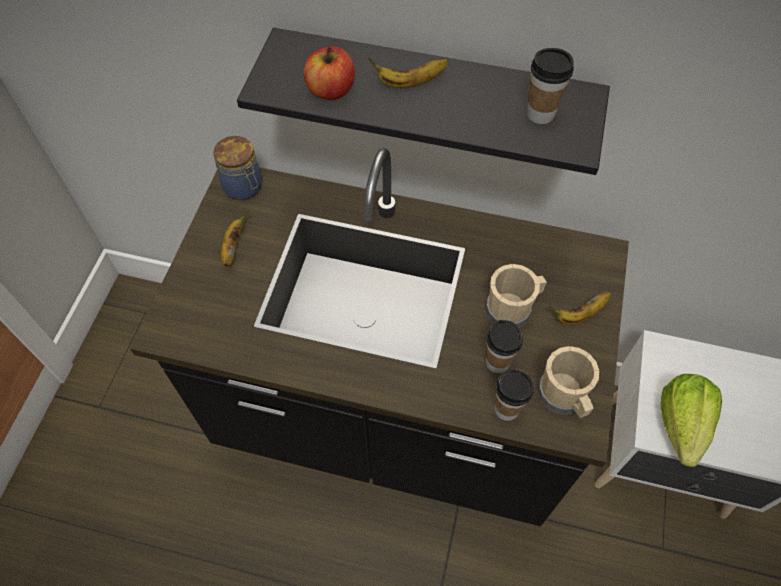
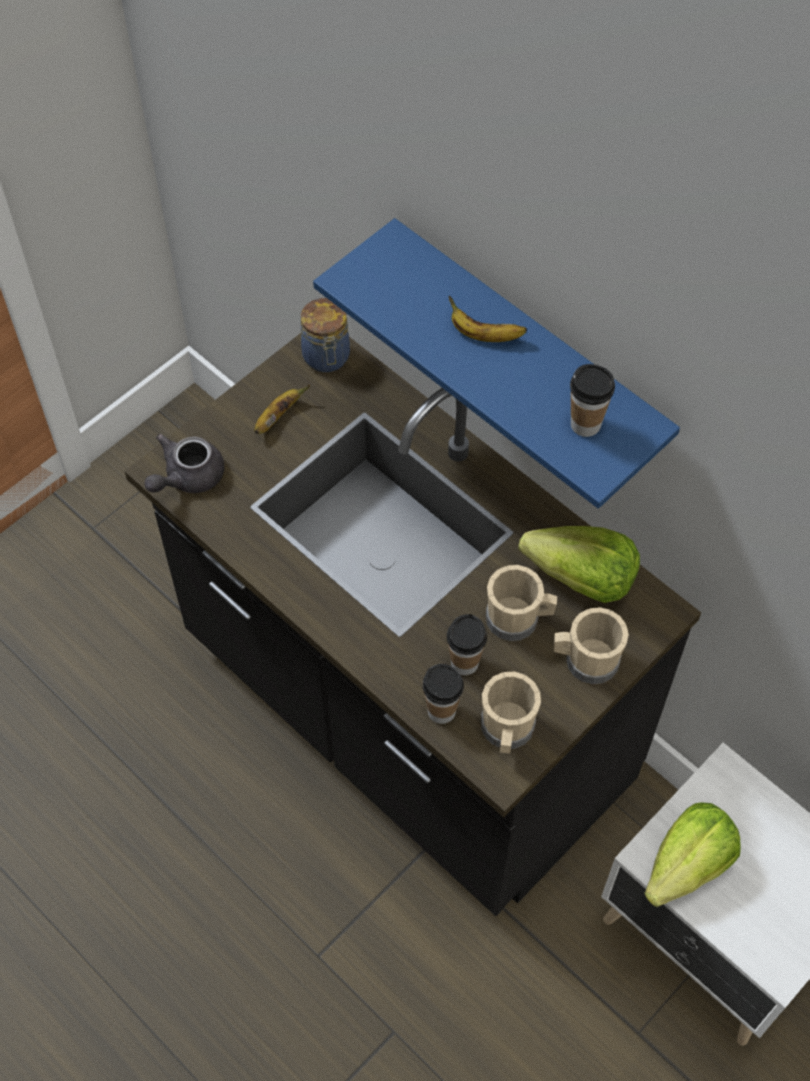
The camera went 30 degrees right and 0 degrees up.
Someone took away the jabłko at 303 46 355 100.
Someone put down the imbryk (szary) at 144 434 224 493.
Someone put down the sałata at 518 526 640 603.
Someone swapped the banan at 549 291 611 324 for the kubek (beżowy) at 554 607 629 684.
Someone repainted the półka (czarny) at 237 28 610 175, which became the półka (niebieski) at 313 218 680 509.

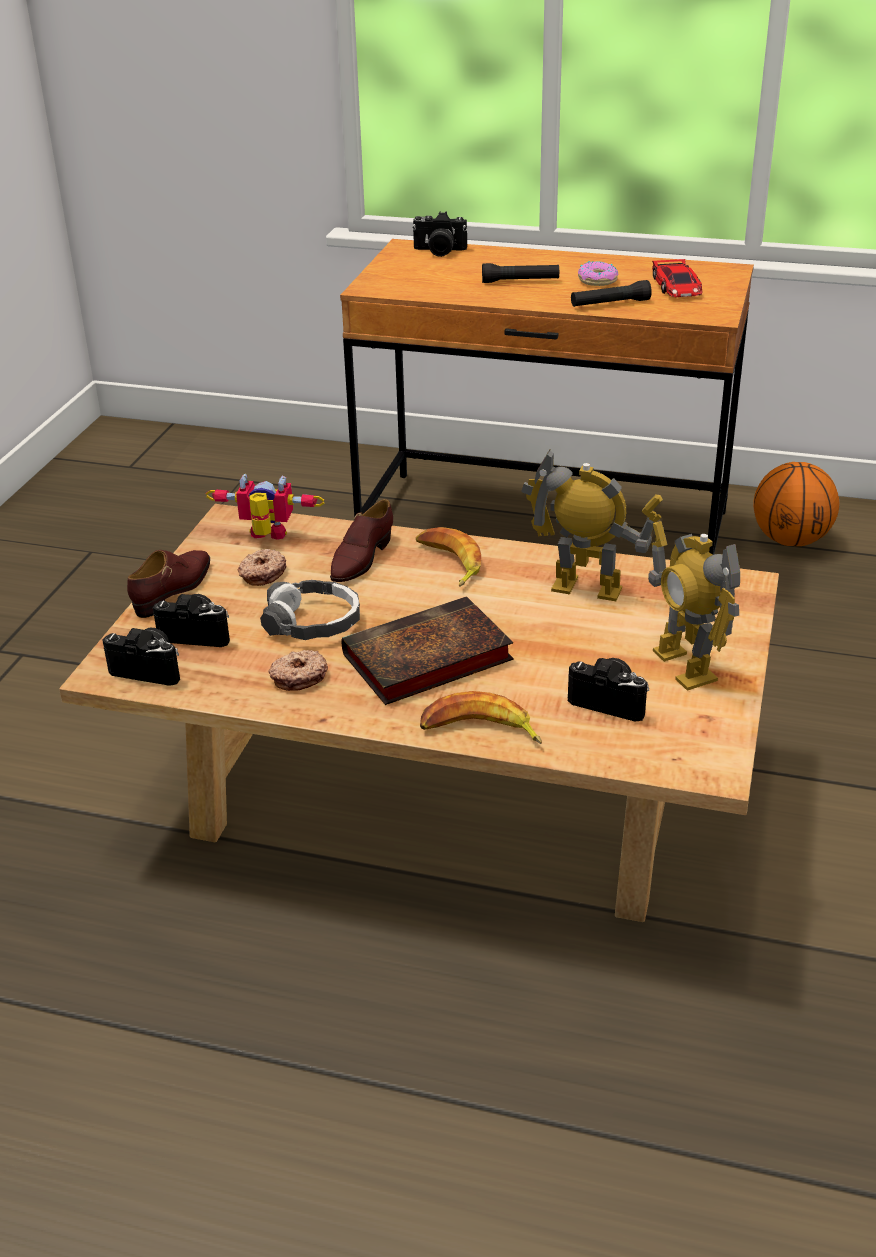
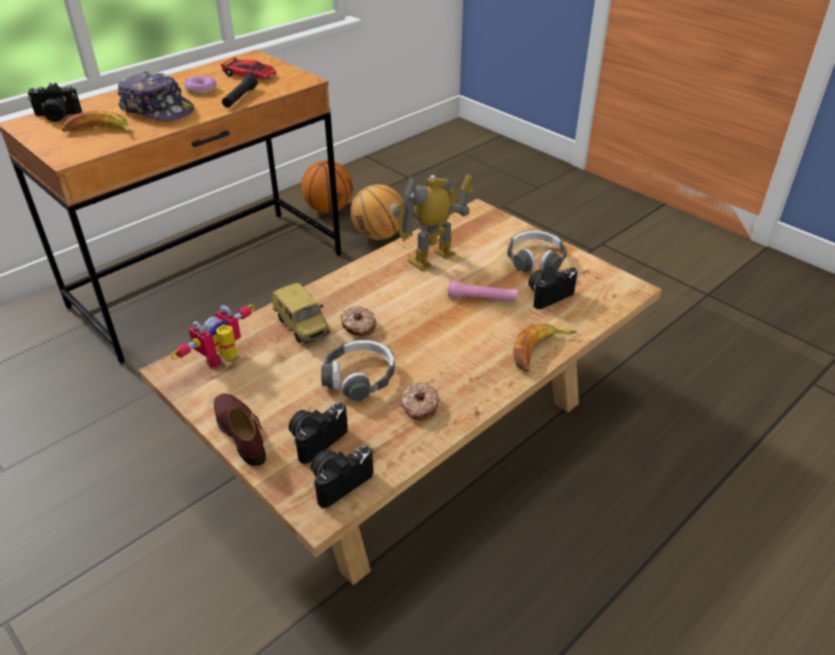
The camera went 60 degrees left and 5 degrees up.
Someone took away the książka at 341 596 513 705.
Someone put down the piłka do koszykówki at 351 184 403 240.
Someone put down the latarka (różowy) at 448 280 517 302.
Someone carried the donut from 237 549 286 586 to 341 306 376 336.
Someone carried the banan from 416 527 481 587 to 62 111 131 133.
Someone swapped the but (brązowy) at 330 499 393 582 for the samochodzik at 272 283 330 344.
Someone swapped the latarka (czarny) at 482 263 559 283 for the czapka z daszkiem at 117 71 194 121.
Someone swapped the robot zabawkowy at 648 521 740 691 for the słuchawki at 507 230 567 272.
Someone rotated the aparat fotograficzny at 412 211 467 257 by 45 degrees clockwise.

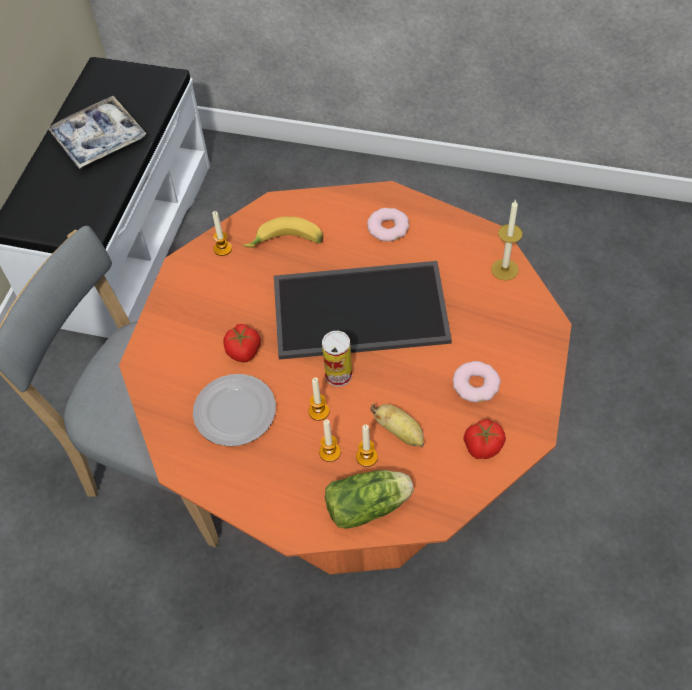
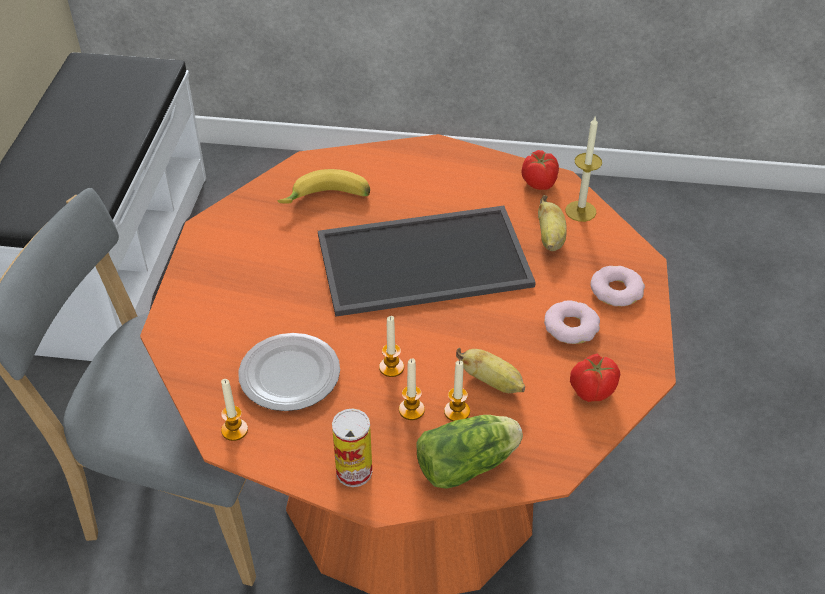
The camera went 10 degrees left and 10 degrees down.
Someone took away the taca at 47 96 146 169.
Someone put down the banan at 538 195 567 251.
Someone carried the świeca from 212 211 232 256 to 221 379 248 441.
Someone carried the pomidor from 223 324 261 362 to 522 150 559 190.
Someone carried the puszka from 322 331 352 387 to 332 408 372 487.
Someone carried the donut from 367 208 409 241 to 590 266 645 306.

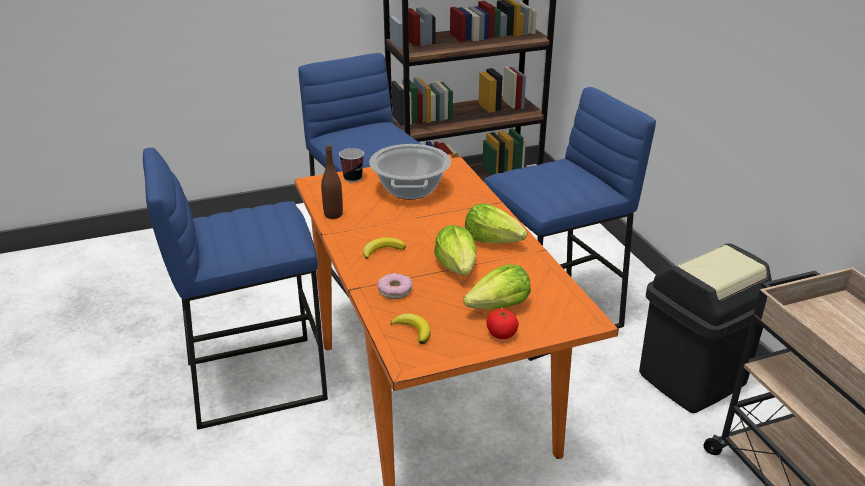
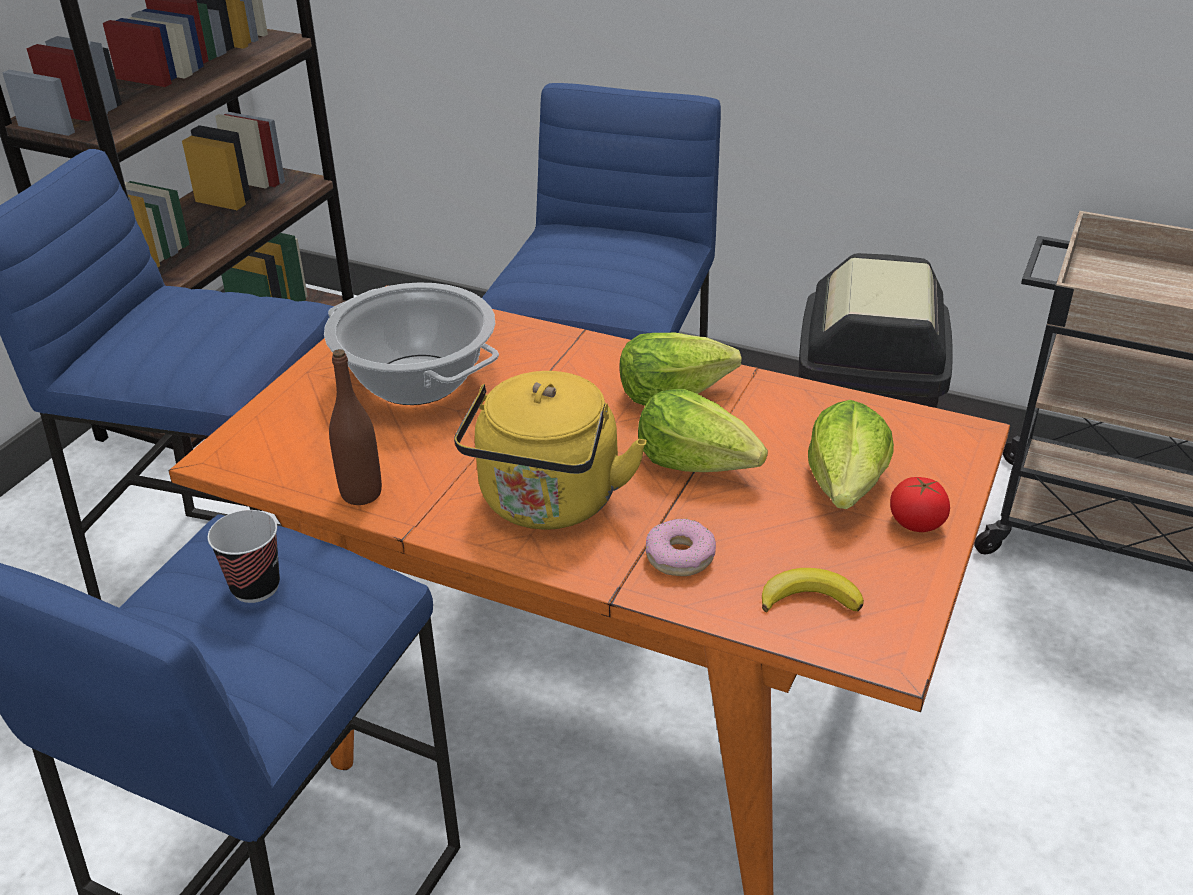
The camera went 45 degrees left and 5 degrees up.
Someone carried the filiżanka from 339 148 364 183 to 208 510 280 603.
Someone swapped the banan at 363 237 406 259 for the czajnik (żółty) at 454 371 647 530.

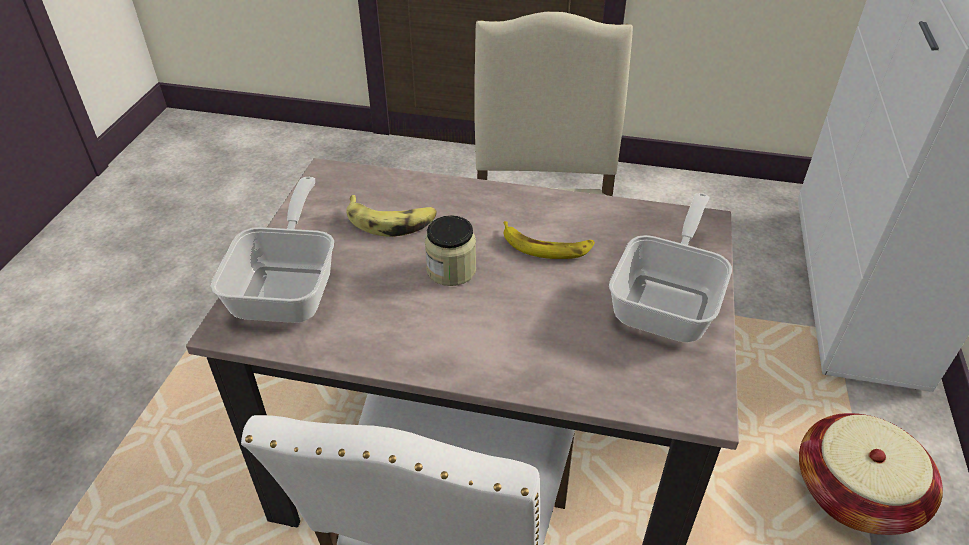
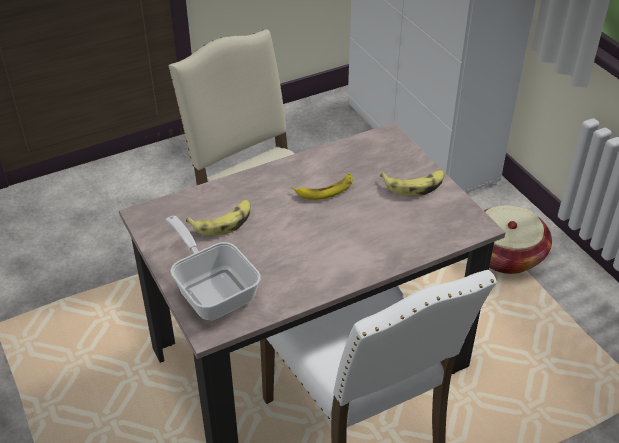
The camera went 40 degrees left and 0 degrees up.
Someone took away the słoik at 425 215 476 286.
Someone swapped the patelnia at 609 193 732 343 for the banan at 380 170 445 196.

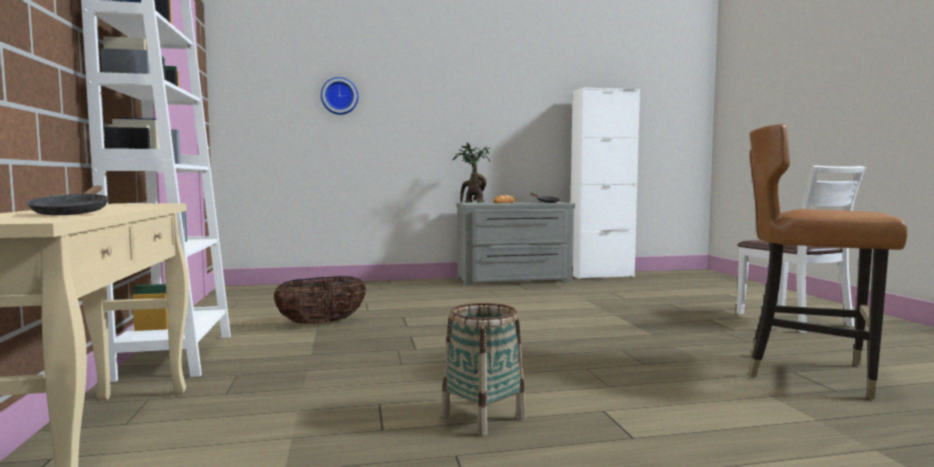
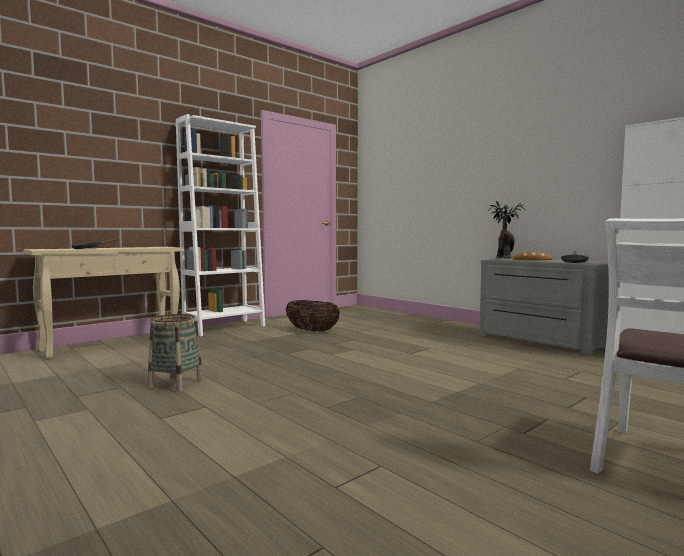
The camera went 60 degrees right and 0 degrees up.
Someone took away the zegar ścienny at 321 77 358 115.
Someone took away the krzesło (brązowy) at 749 124 908 399.

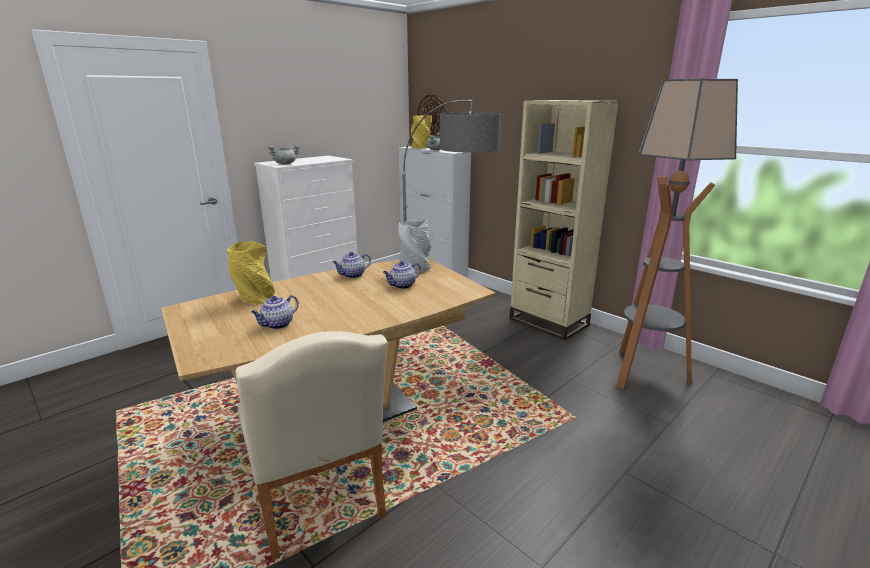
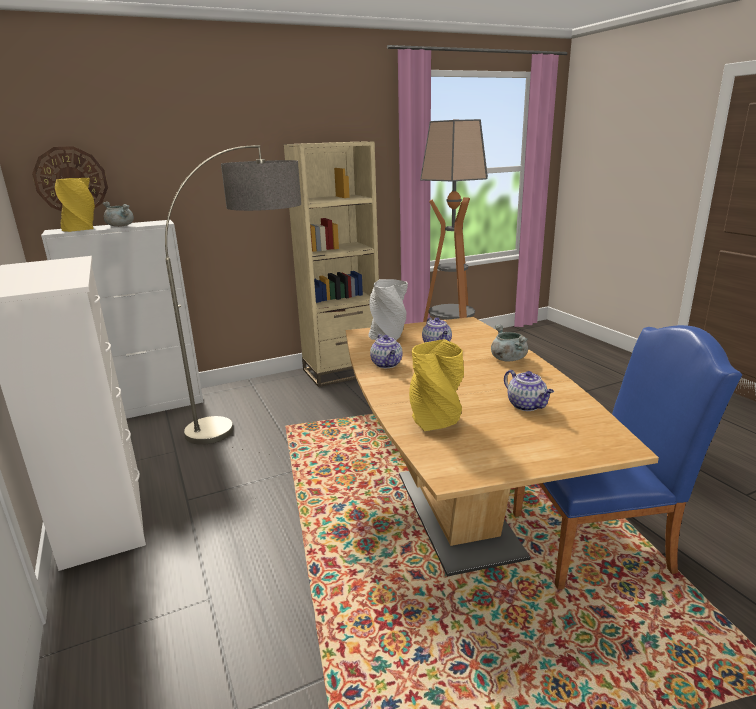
The camera went 70 degrees left and 0 degrees up.
Someone carried the garnek (szary) from 268 145 300 164 to 491 324 528 361.
Someone repainted the krzesło (beżowy) at 236 331 388 561, which became the krzesło (niebieski) at 513 325 742 589.

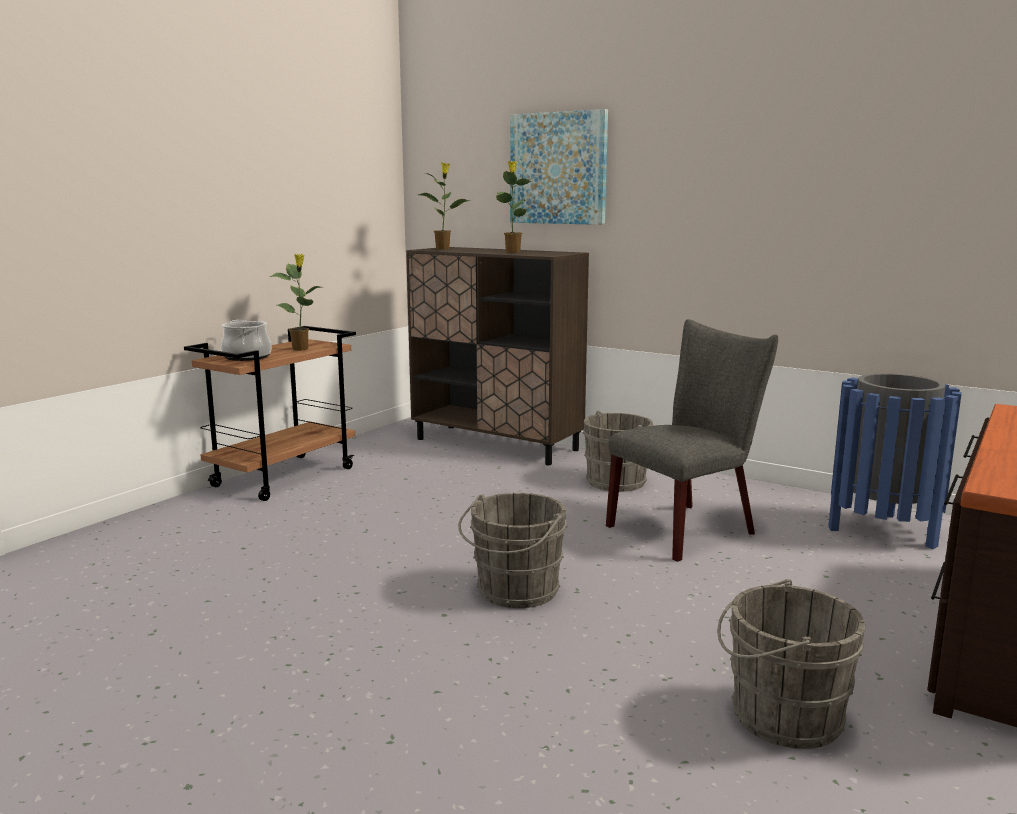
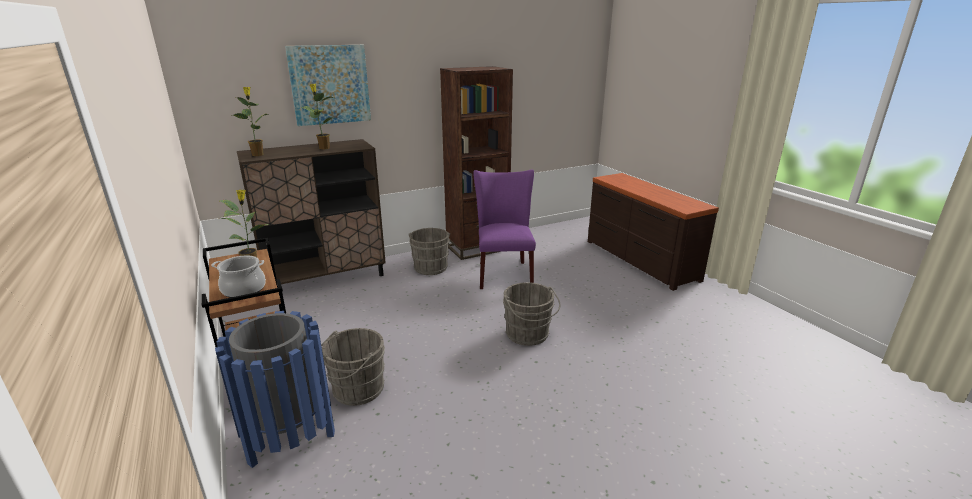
The camera went 60 degrees left and 10 degrees up.
Someone put down the regał (brązowy) at 440 66 513 260.
Someone carried the wiadro (szary) from 717 579 865 749 to 321 328 385 406.
Someone carried the kosz na śmieci (niebieski) from 828 373 962 549 to 215 311 335 468.
Someone repainted the krzesło (szary) at 606 319 778 562, which became the krzesło (fioletowy) at 473 170 536 289.

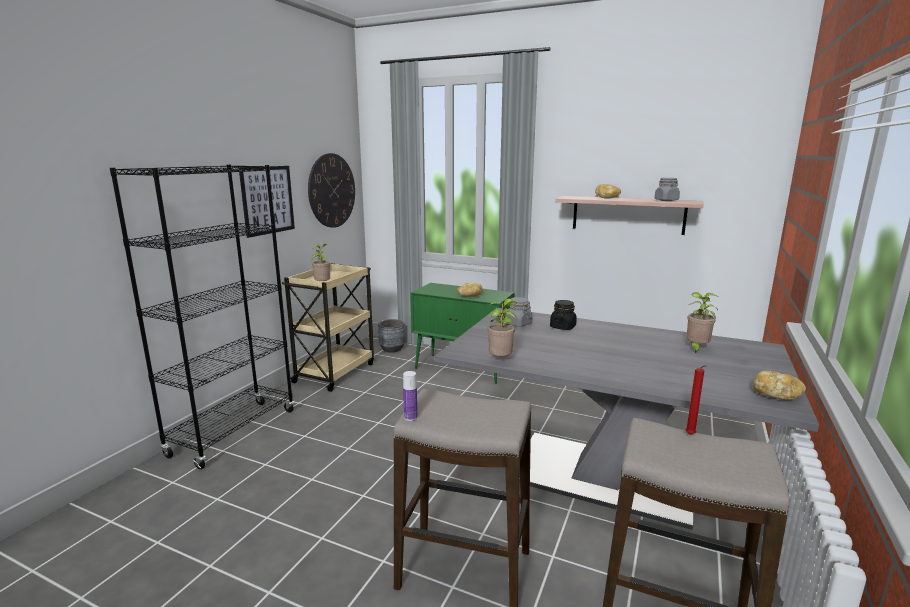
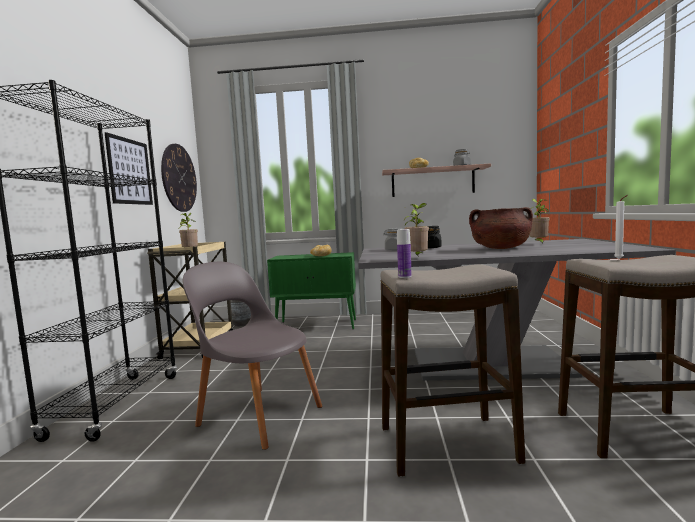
The camera went 20 degrees left and 10 degrees down.
Someone took away the chleb at 753 370 806 400.
Someone put down the krzesło (szary) at 183 262 323 450.
Someone put down the garnek (brązowy) at 469 207 533 249.
Someone repainted the świeca (czerwony) at 686 365 707 435, which became the świeca (biały) at 614 195 627 259.

